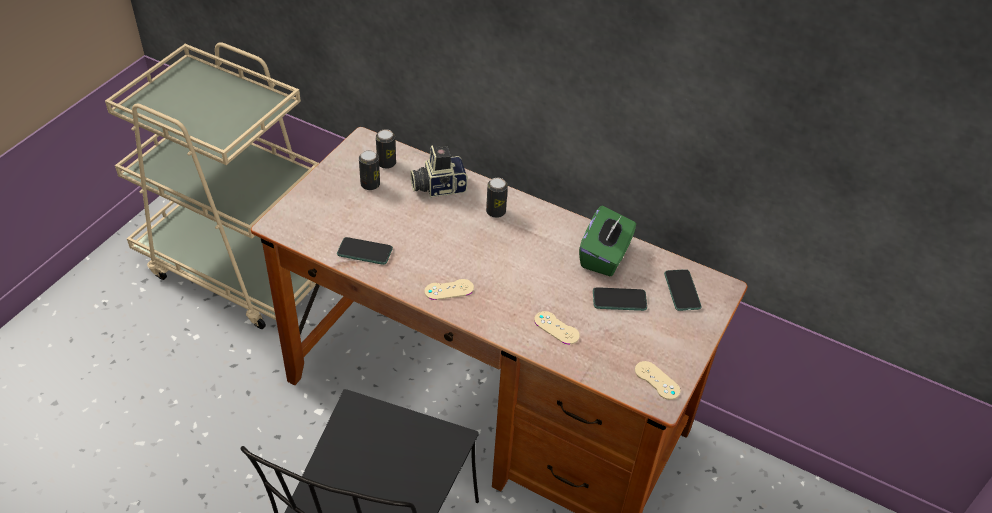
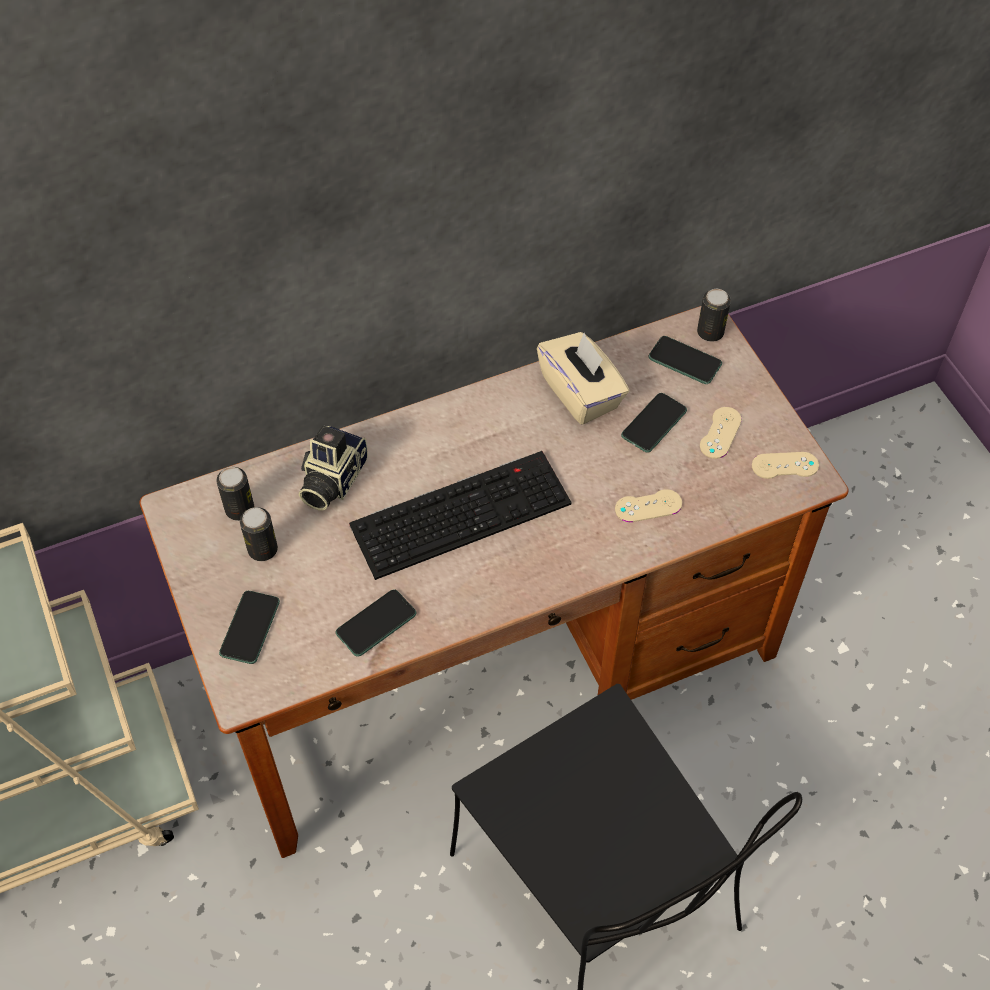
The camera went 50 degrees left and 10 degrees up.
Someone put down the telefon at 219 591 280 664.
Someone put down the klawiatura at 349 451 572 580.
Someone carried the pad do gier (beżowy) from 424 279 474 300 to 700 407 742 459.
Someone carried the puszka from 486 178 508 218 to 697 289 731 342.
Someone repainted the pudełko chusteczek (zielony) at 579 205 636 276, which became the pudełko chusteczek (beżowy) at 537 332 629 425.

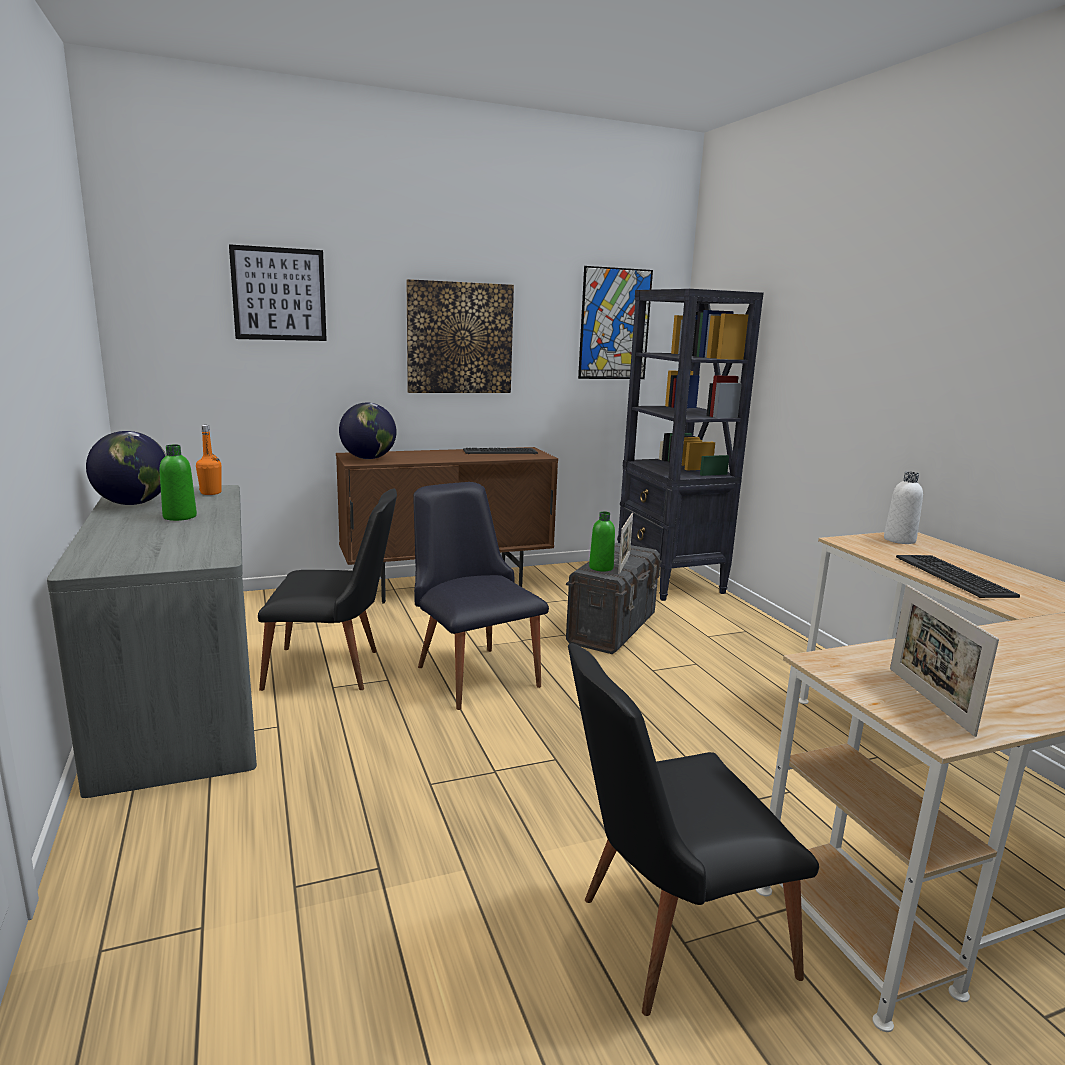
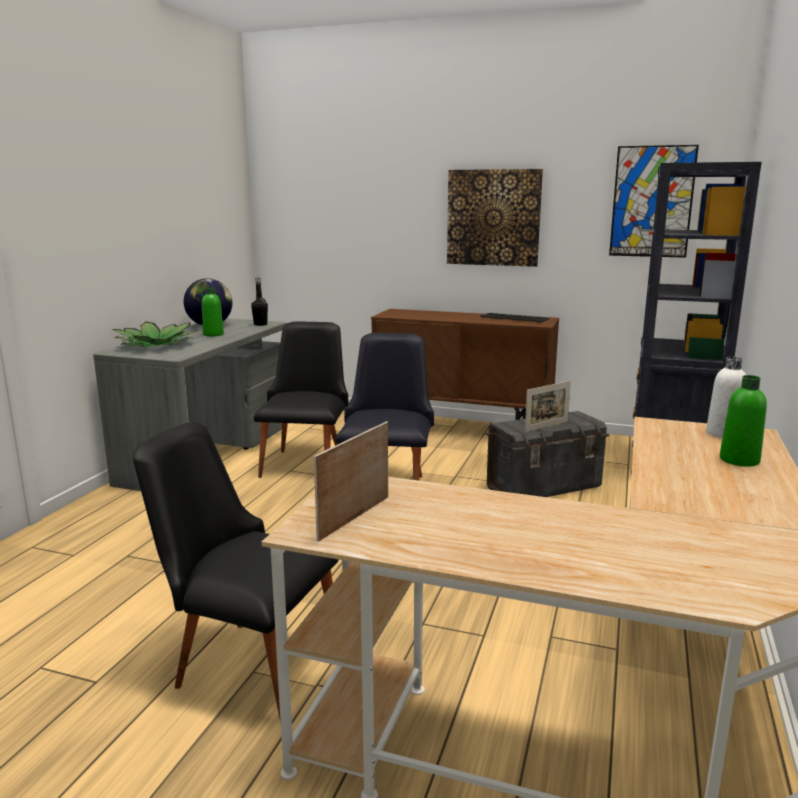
The camera went 40 degrees right and 0 degrees up.
Someone took away the obraz at 229 244 327 341.
Someone took away the globus at 339 403 397 459.
Someone took away the klawiatura at 896 555 1020 598.
Someone put down the roślina doniczkowa at 112 321 199 347.
Someone carried the butelka (zielony) from 589 511 615 572 to 720 375 767 467.
Someone repainted the butelka (pomarańczowy) at 196 425 222 495, which became the butelka (czarny) at 251 278 268 326.
Someone rotated the krzesło (czarny) at 258 489 397 691 by 120 degrees counterclockwise.

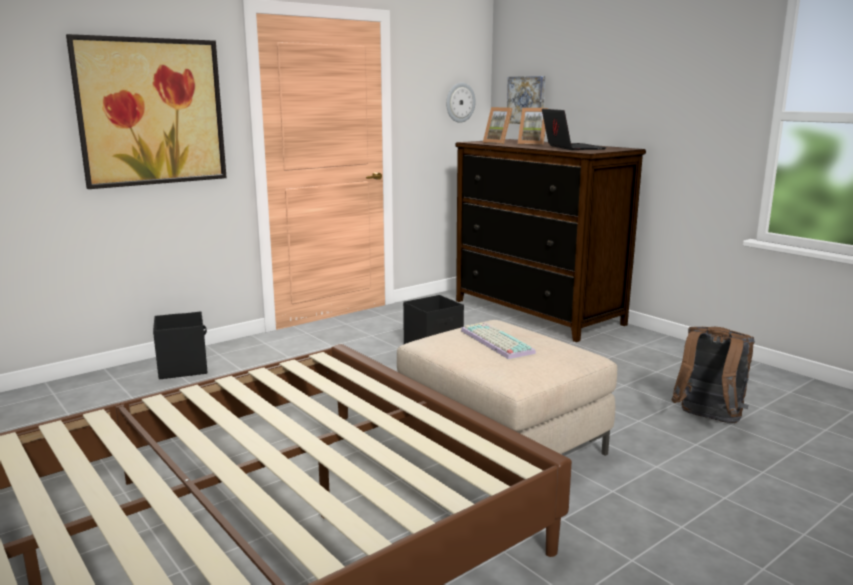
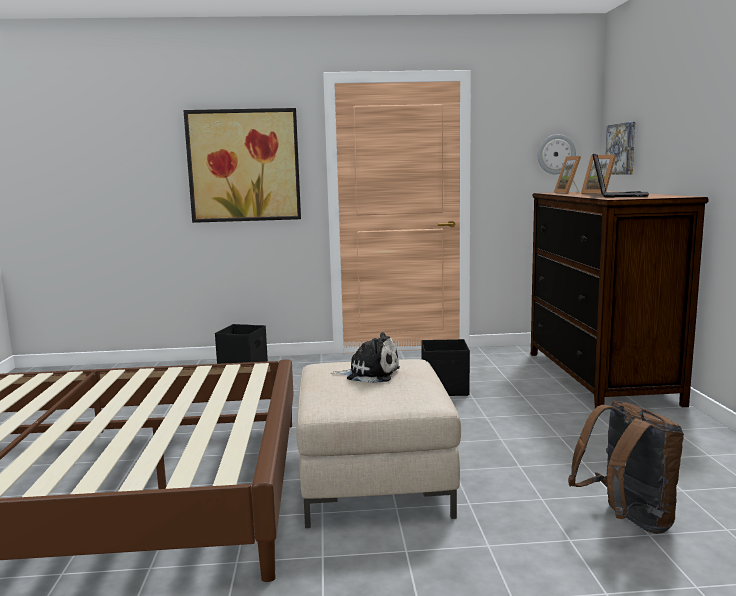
The camera went 35 degrees right and 5 degrees down.
Someone swapped the klawiatura at 461 322 536 359 for the pluszak at 331 332 400 383.

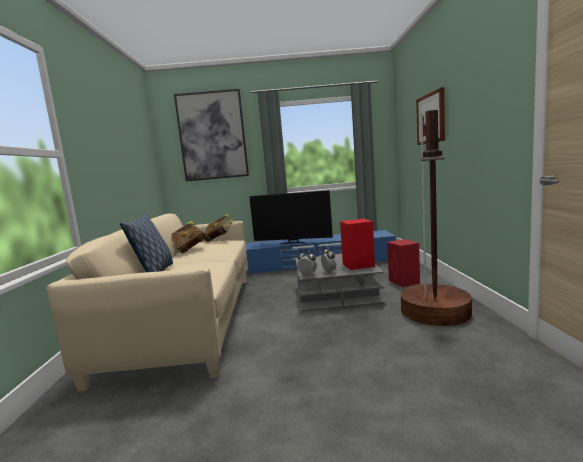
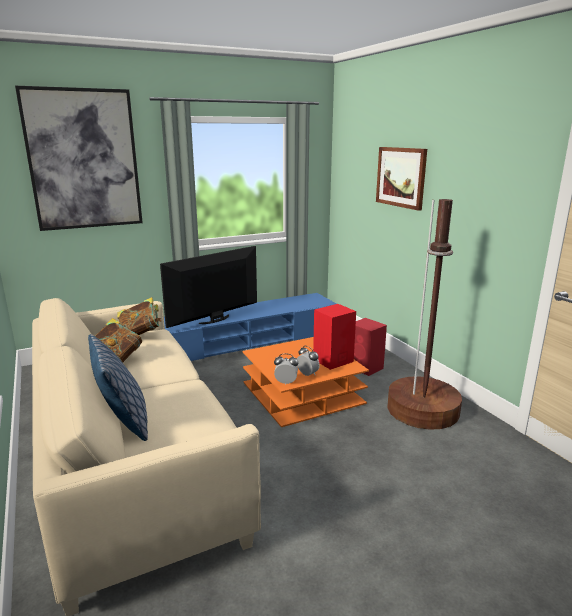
The camera went 25 degrees left and 10 degrees up.
Someone repainted the ława (szary) at 295 254 385 311, which became the ława (pomarańczowy) at 242 337 369 427.
Someone rotated the telewizor at 249 190 333 244 by 150 degrees clockwise.

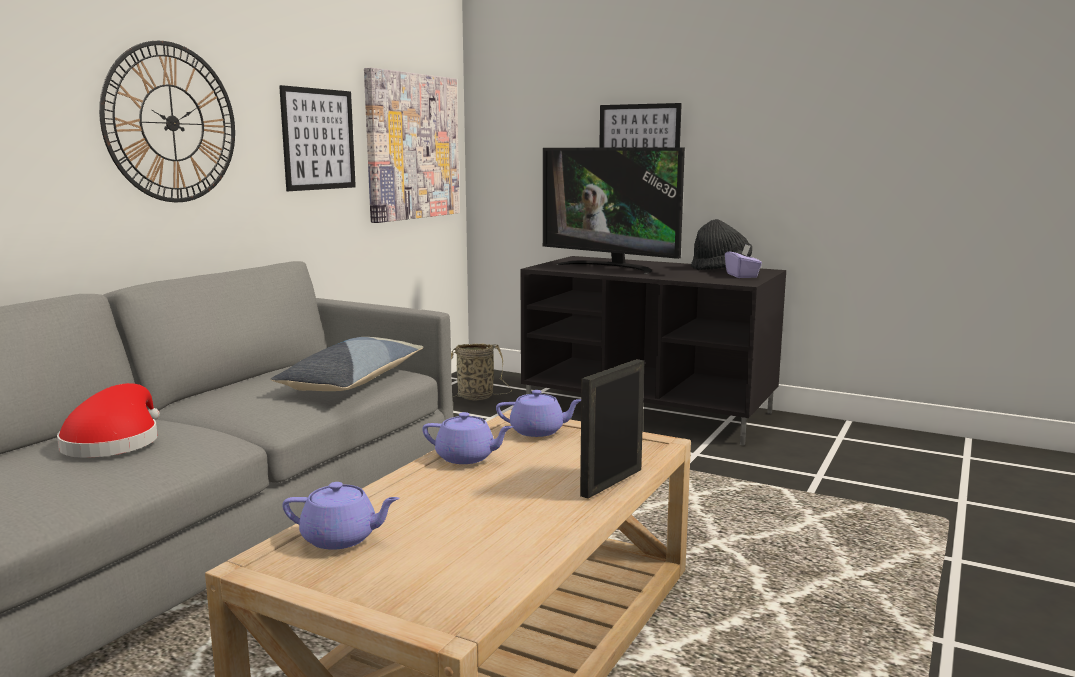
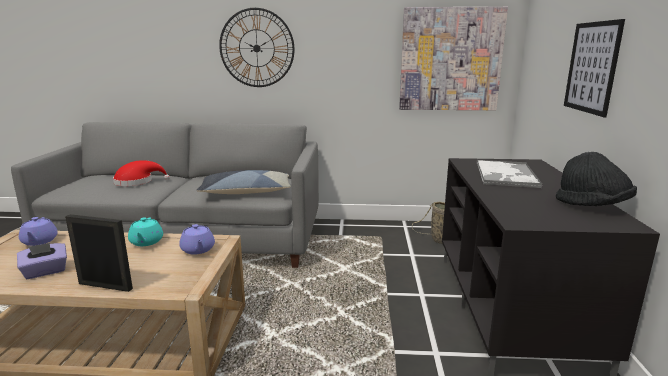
The camera went 65 degrees right and 5 degrees up.
Someone took away the obraz at 279 85 356 191.
Someone carried the pudełko chusteczek (fioletowy) from 725 244 762 278 to 17 243 67 279.
Someone swapped the telewizor at 543 148 685 274 for the taca at 476 160 542 188.
Someone repainted the imbryk (fioletowy) at 422 412 513 464, which became the imbryk (turkusowy) at 128 217 163 246.

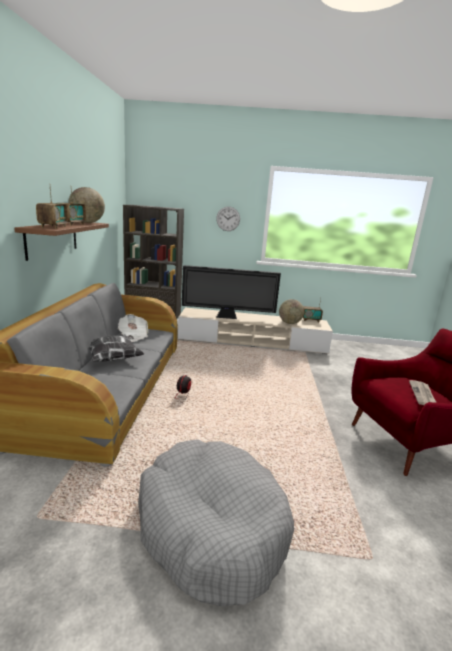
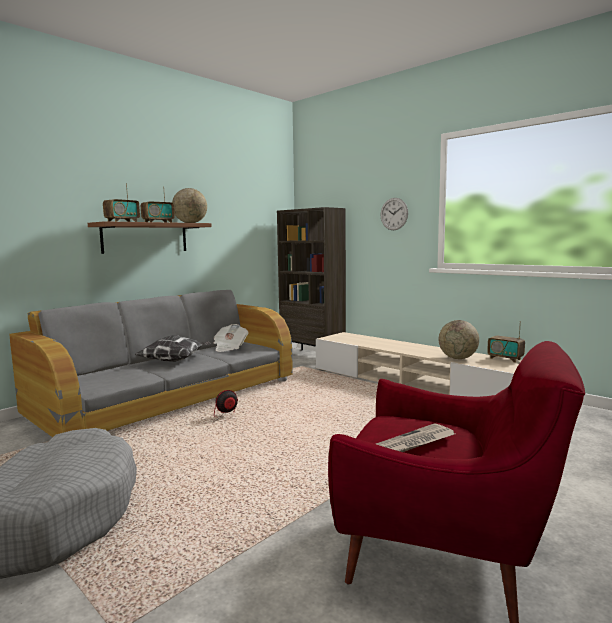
The camera went 40 degrees right and 10 degrees down.
Someone took away the telewizor at 182 265 281 319.

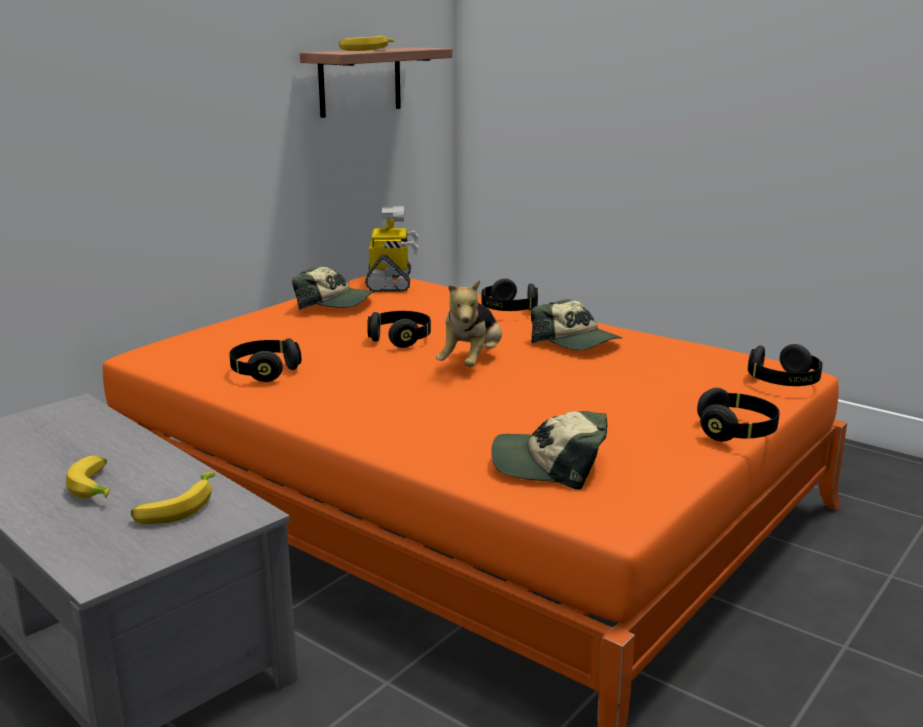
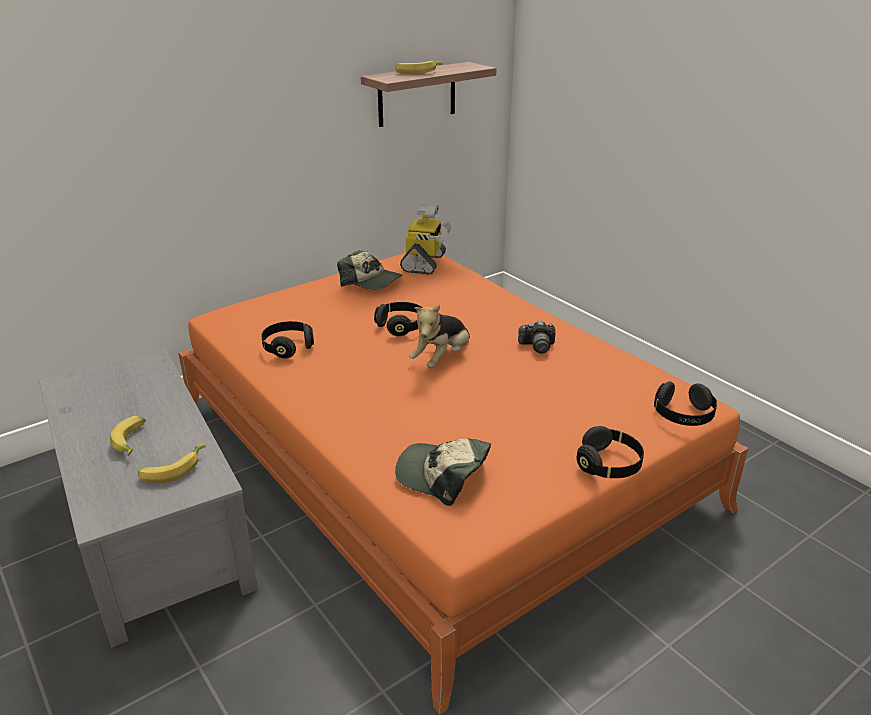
The camera went 15 degrees right and 10 degrees up.
Someone took away the słuchawki (czarny) at 481 279 538 311.
Someone swapped the czapka z daszkiem at 531 299 623 350 for the aparat fotograficzny at 518 321 556 354.

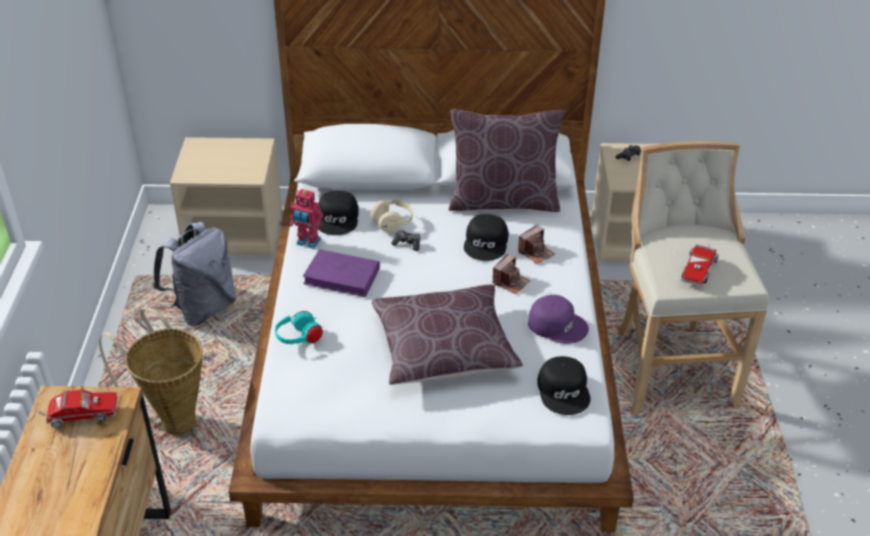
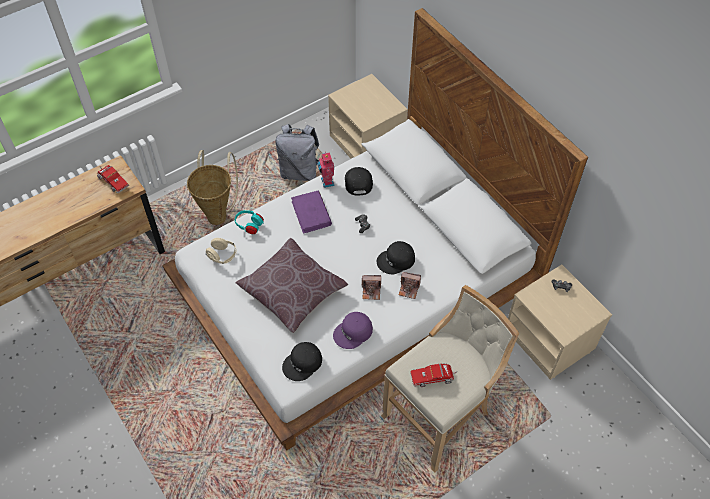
The camera went 55 degrees right and 15 degrees up.
Someone took away the poduszka (brązowy) at 449 110 565 212.
Someone carried the słuchawki (beżowy) from 370 199 414 233 to 205 238 237 264.
Someone rotated the czapka z daszkiem (czarny) at 318 191 359 235 by 120 degrees clockwise.
Someone rotated the czapka z daszkiem (fioletowy) at 528 295 589 344 by 60 degrees clockwise.

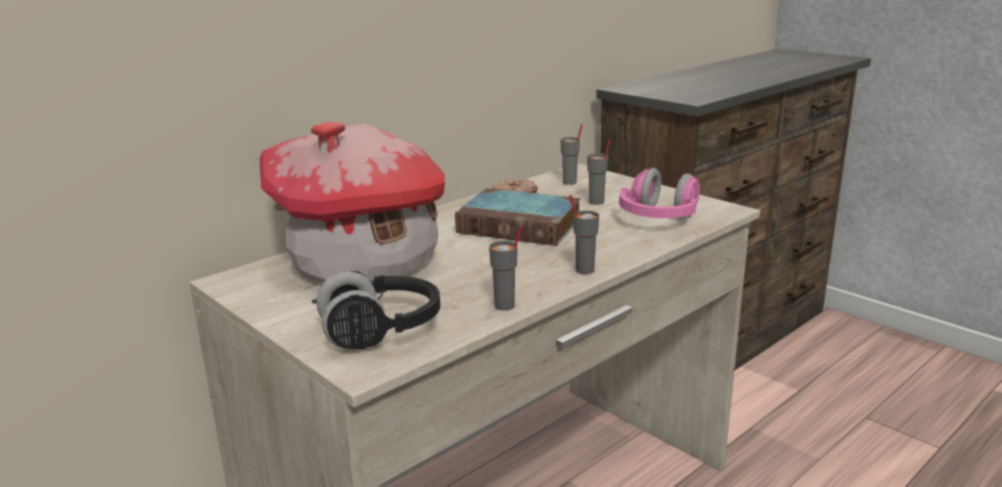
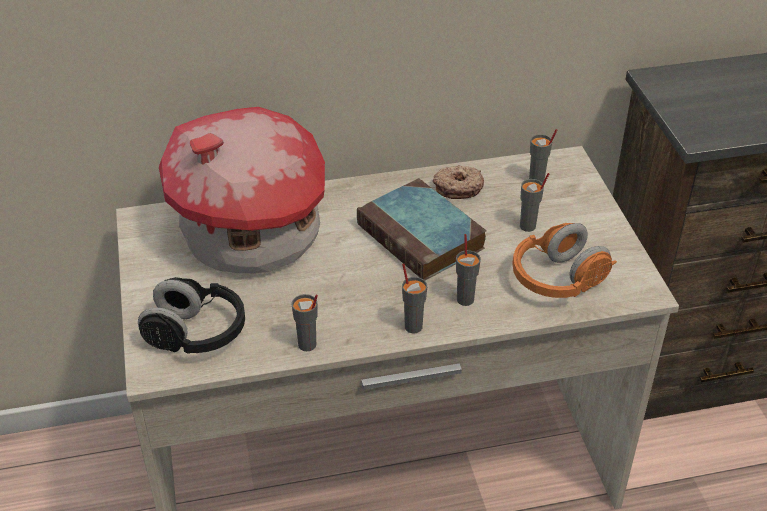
The camera went 30 degrees right and 20 degrees up.
Someone put down the filiżanka (szary) at 456 234 481 306.
Someone repainted the słuchawki (różowy) at 619 168 700 218, which became the słuchawki (pomarańczowy) at 512 223 617 298.

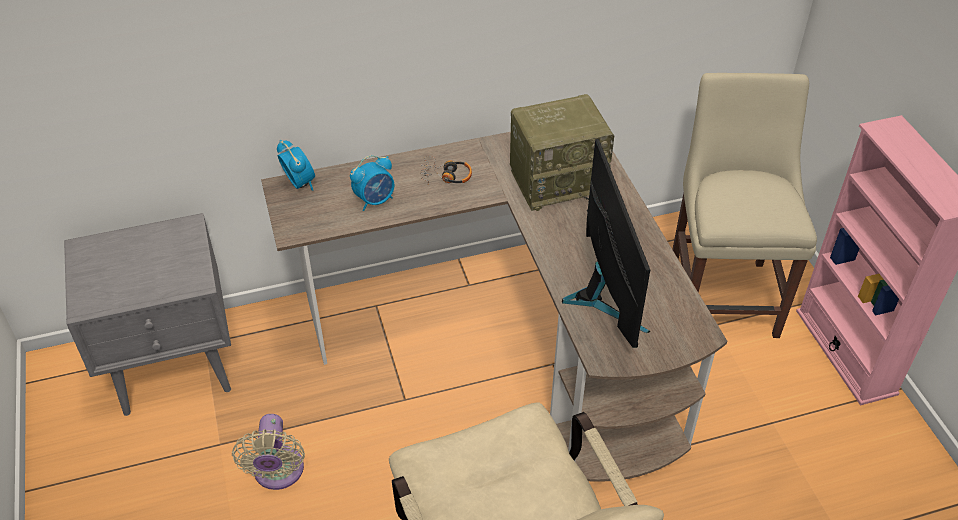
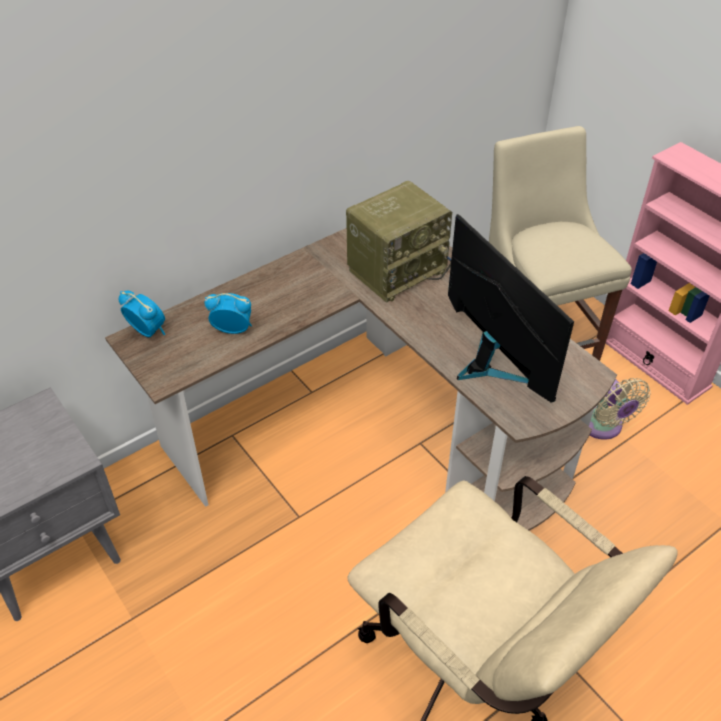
The camera went 20 degrees left and 0 degrees up.
Someone took away the słuchawki at 421 156 472 184.
Someone carried the wentylator (beżowy) from 232 414 305 490 to 589 378 651 440.
Someone rotated the budzik at 350 155 394 211 by 120 degrees counterclockwise.

